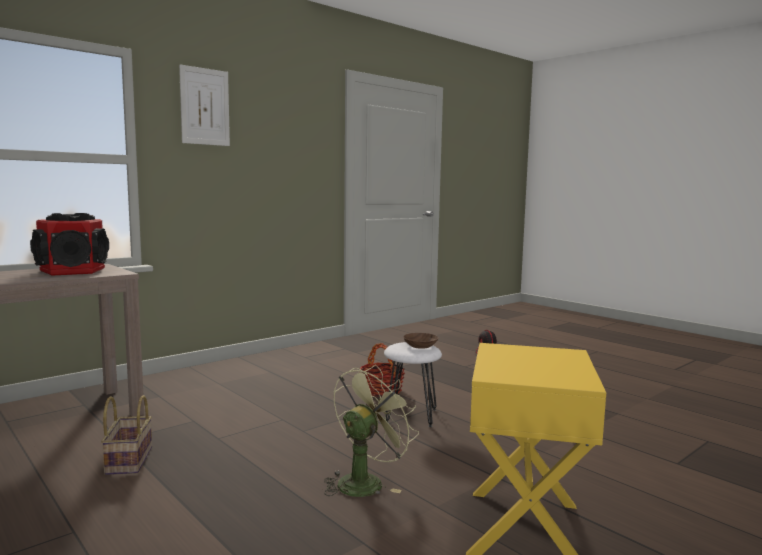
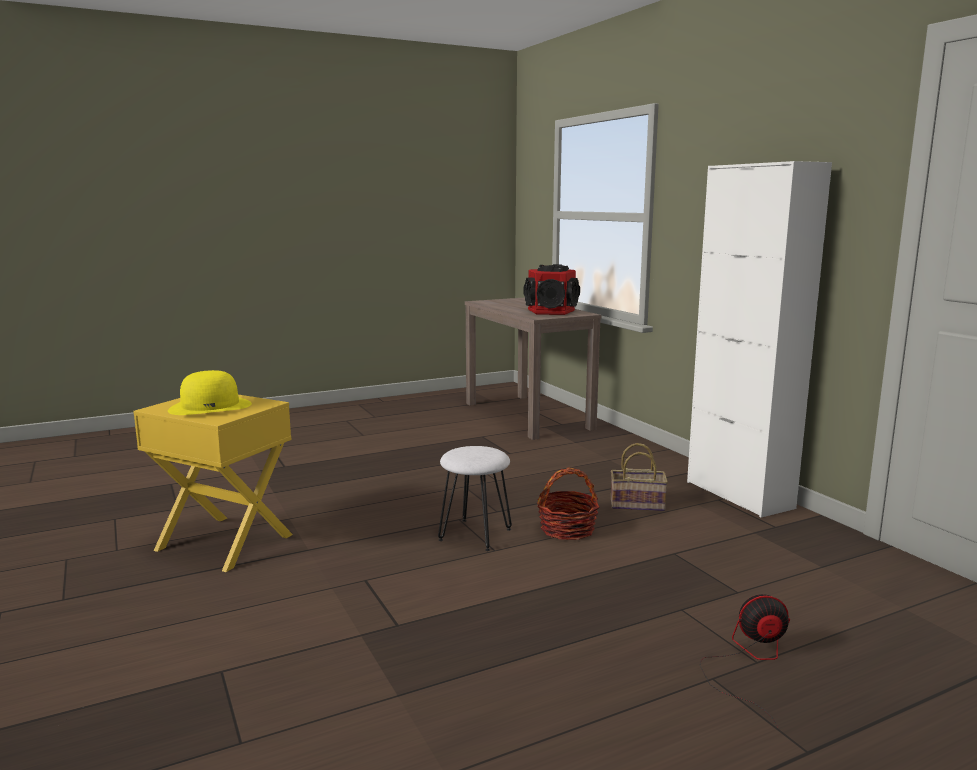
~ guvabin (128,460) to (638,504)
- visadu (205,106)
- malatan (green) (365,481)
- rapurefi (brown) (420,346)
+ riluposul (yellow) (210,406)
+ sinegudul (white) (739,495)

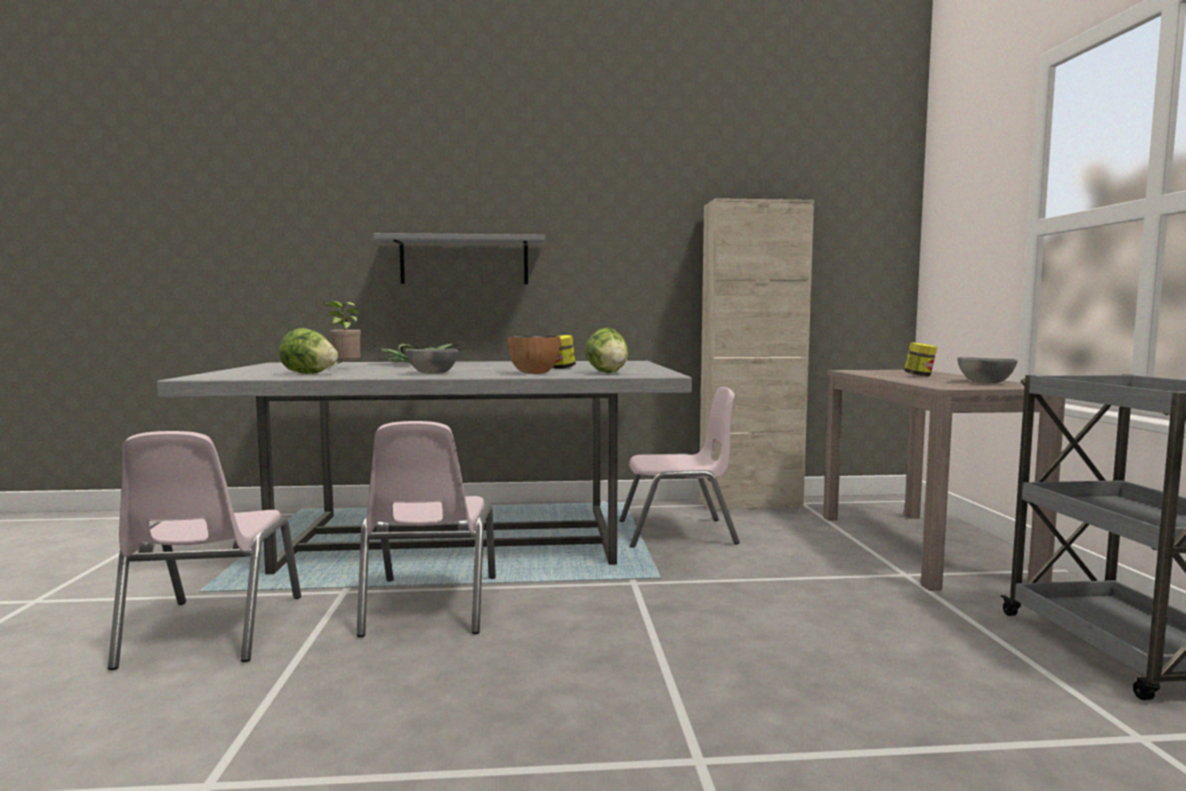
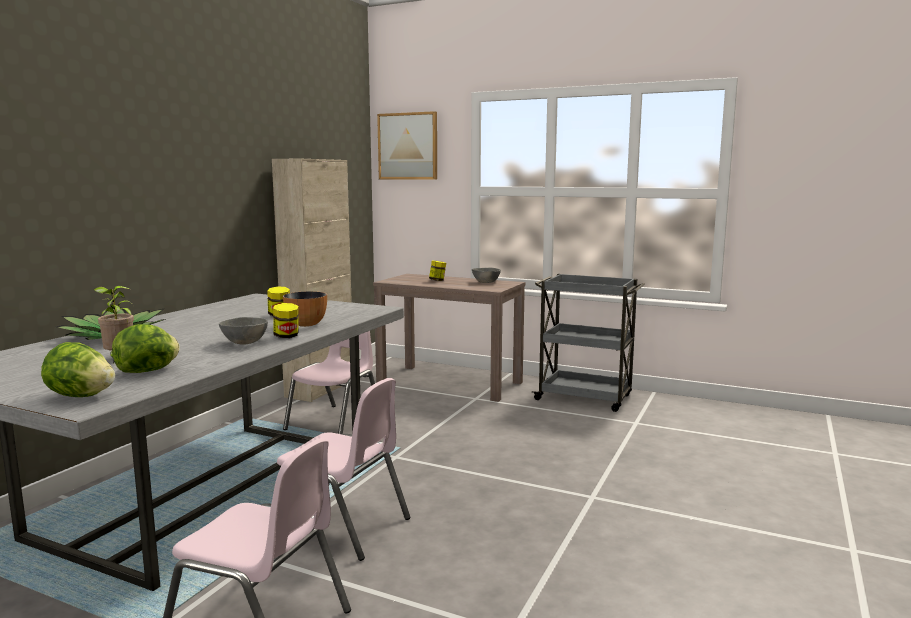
- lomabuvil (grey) (464,261)
~ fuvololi (608,373) to (81,396)
+ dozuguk (286,336)
+ visadu (408,146)

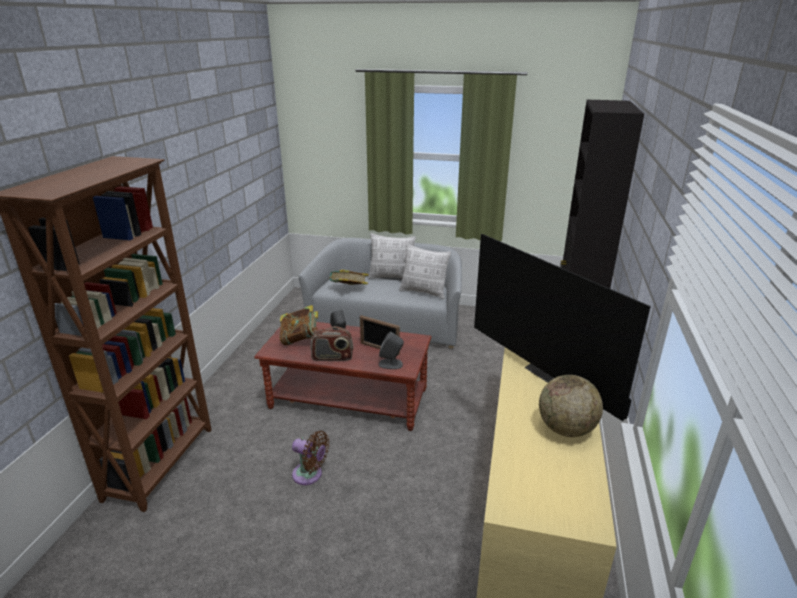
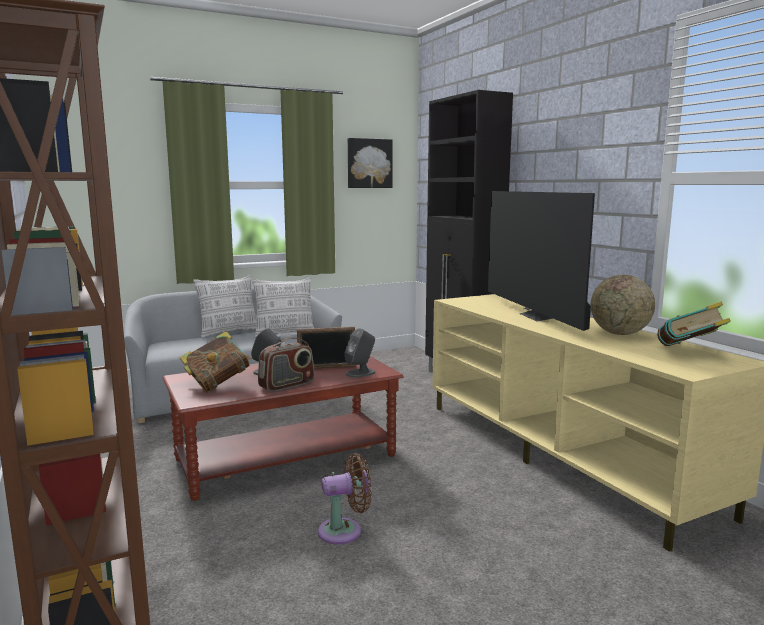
~ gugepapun (348,290) to (689,352)
~ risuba (546,372) = (539,317) 60 degrees clockwise
+ visadu (369,163)

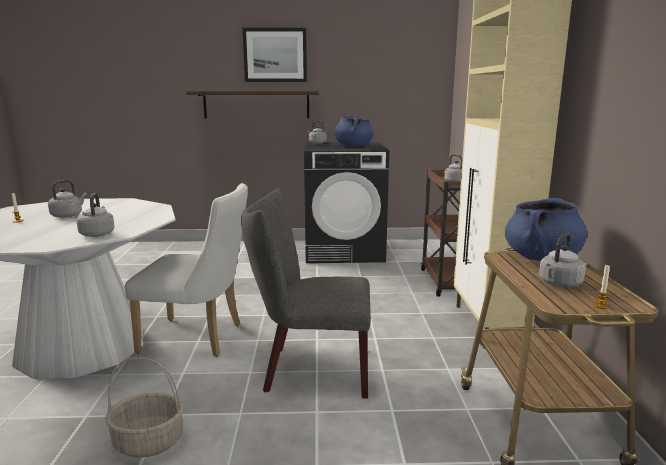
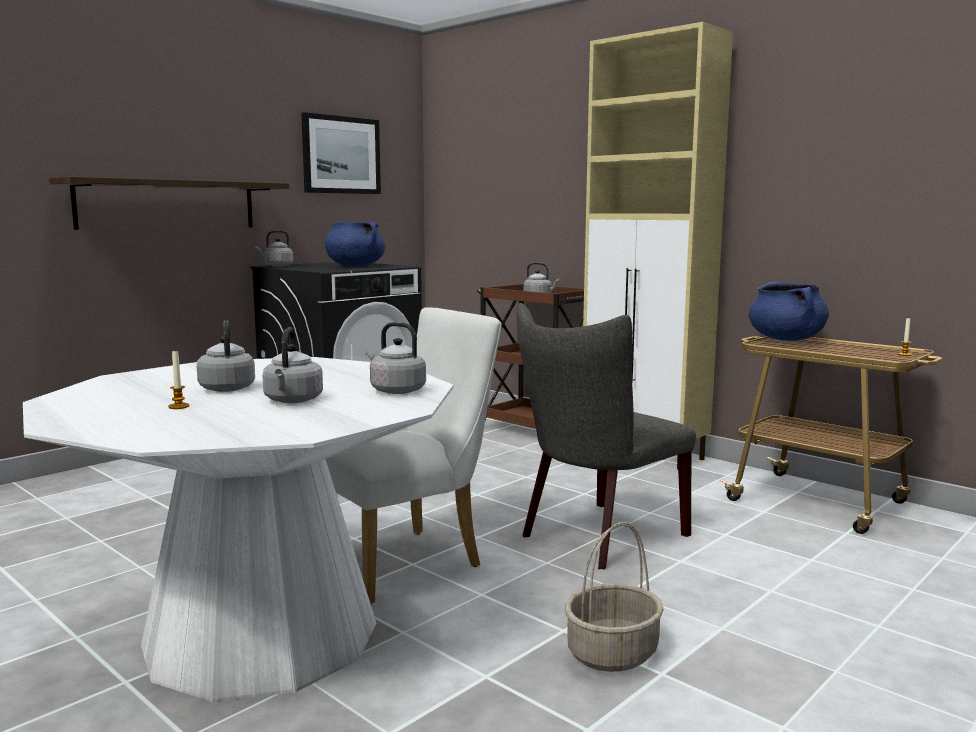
~ visadu (275,55) to (341,155)
~ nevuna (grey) (559,284) to (293,401)

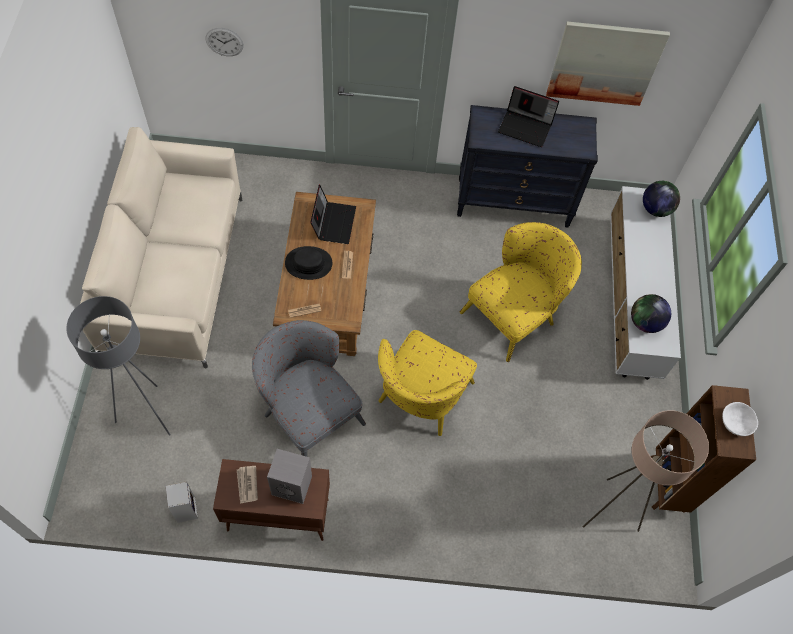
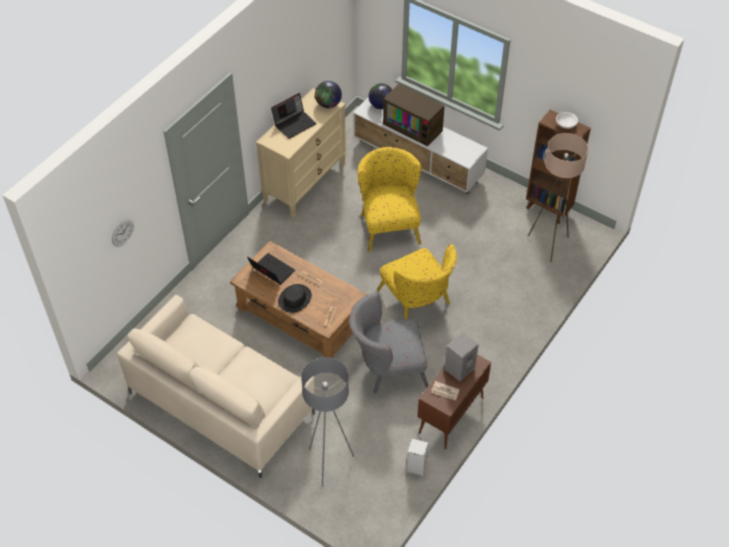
~ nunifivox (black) (514,202) to nunifivox (beige) (305,183)
- visadu (605,63)
~ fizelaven (645,322) to (328,104)
+ risuba (414,126)

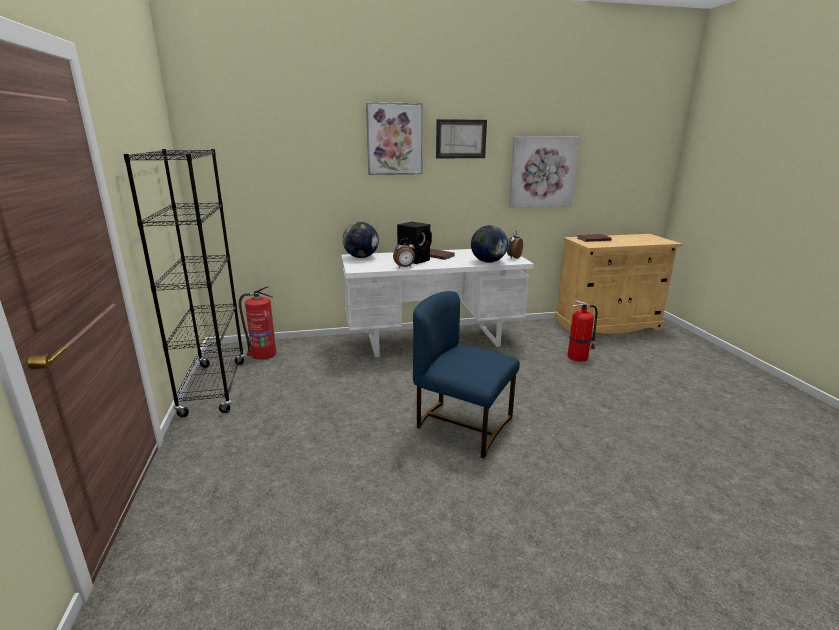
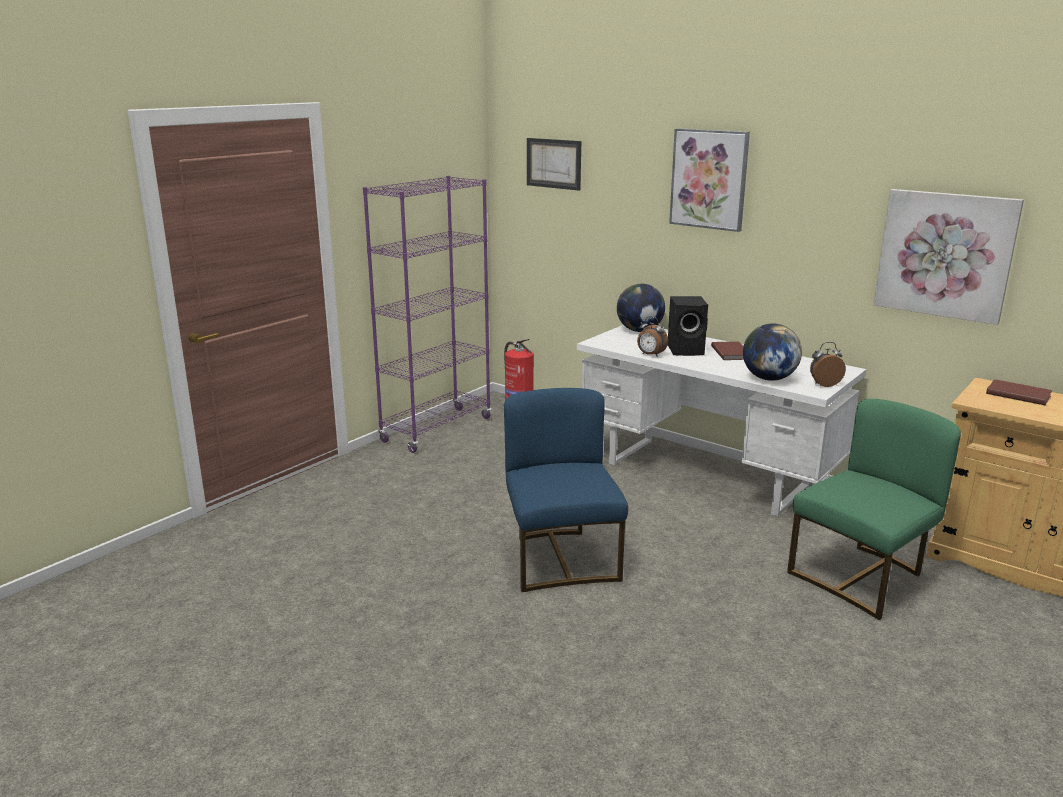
~ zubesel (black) (214,388) to zubesel (purple) (437,430)
~ visadu (461,139) to (553,163)
~ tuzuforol (578,357) to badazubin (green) (861,577)

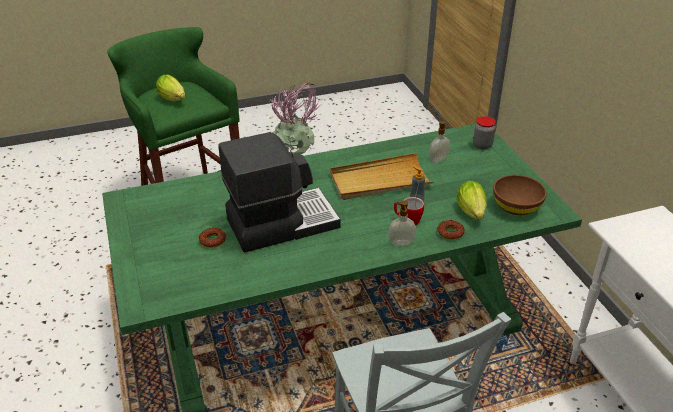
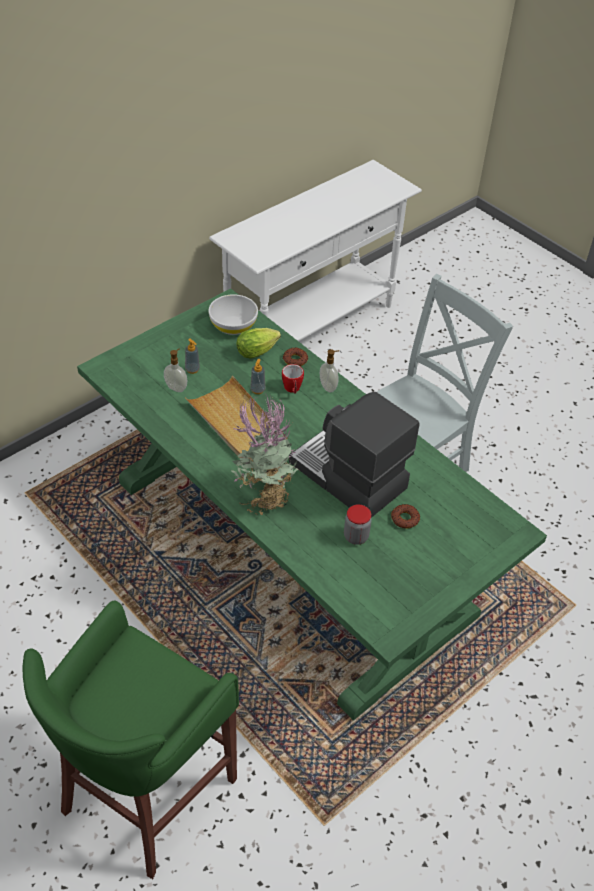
- fuvololi (174,100)
~ dozuguk (482,145) to (356,536)
~ rapurefi (brown) (516,207) to rapurefi (white) (233,325)
+ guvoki (192,369)

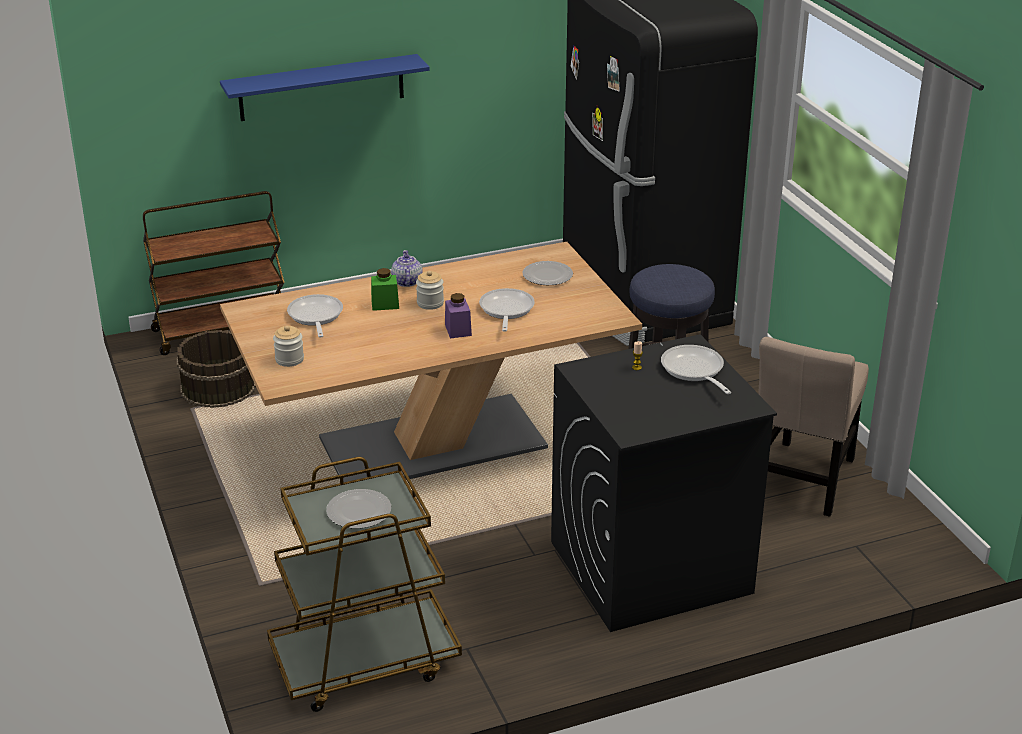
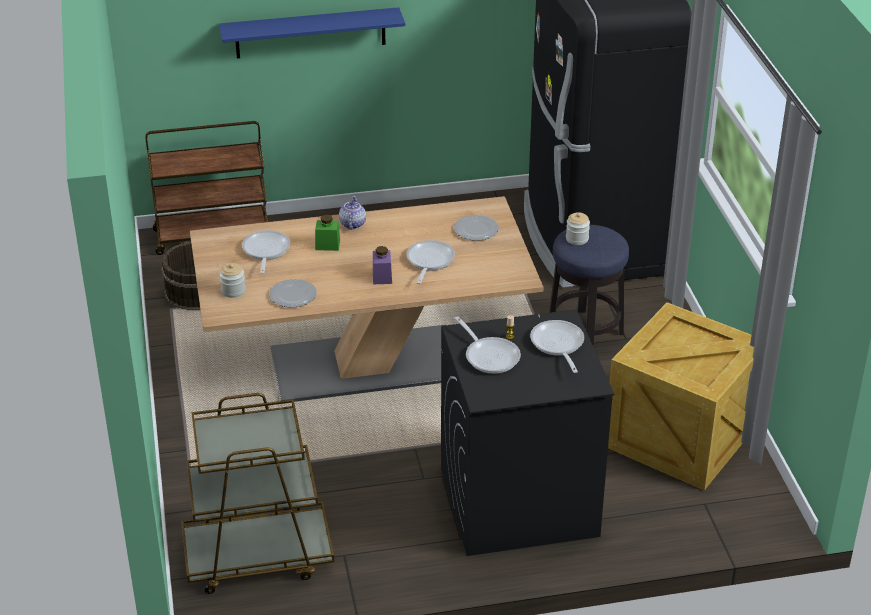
~ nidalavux (358,511) to (292,295)
~ dozuguk (430,303) to (577,239)
~ badazubin (beige) (802,481) to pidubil (677,437)
+ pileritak (490,356)

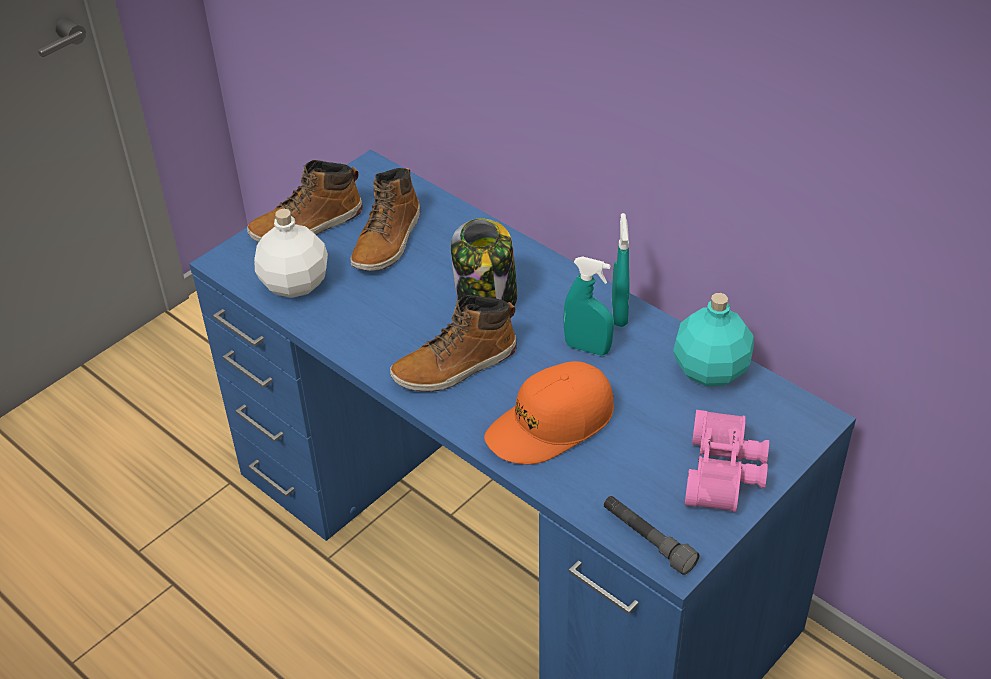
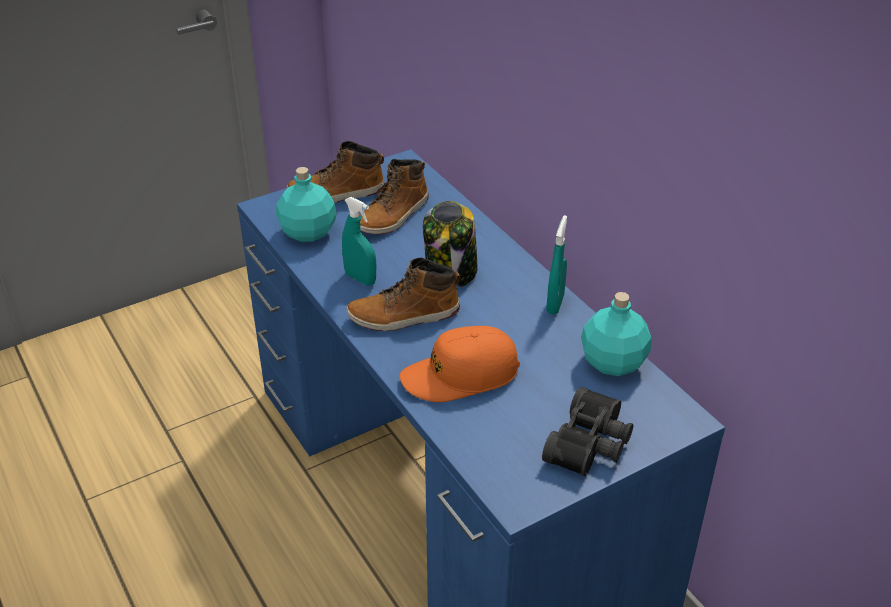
~ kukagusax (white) (294,283) to kukagusax (turquoise) (308,232)
~ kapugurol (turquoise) (587,348) to (360,279)
- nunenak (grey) (647,540)
~ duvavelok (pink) (726,472) to duvavelok (black) (591,444)

